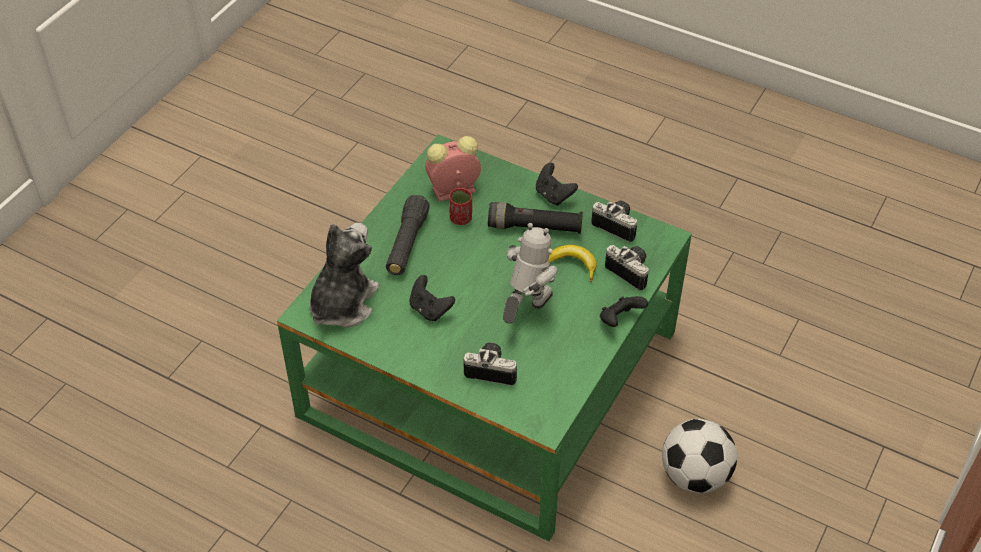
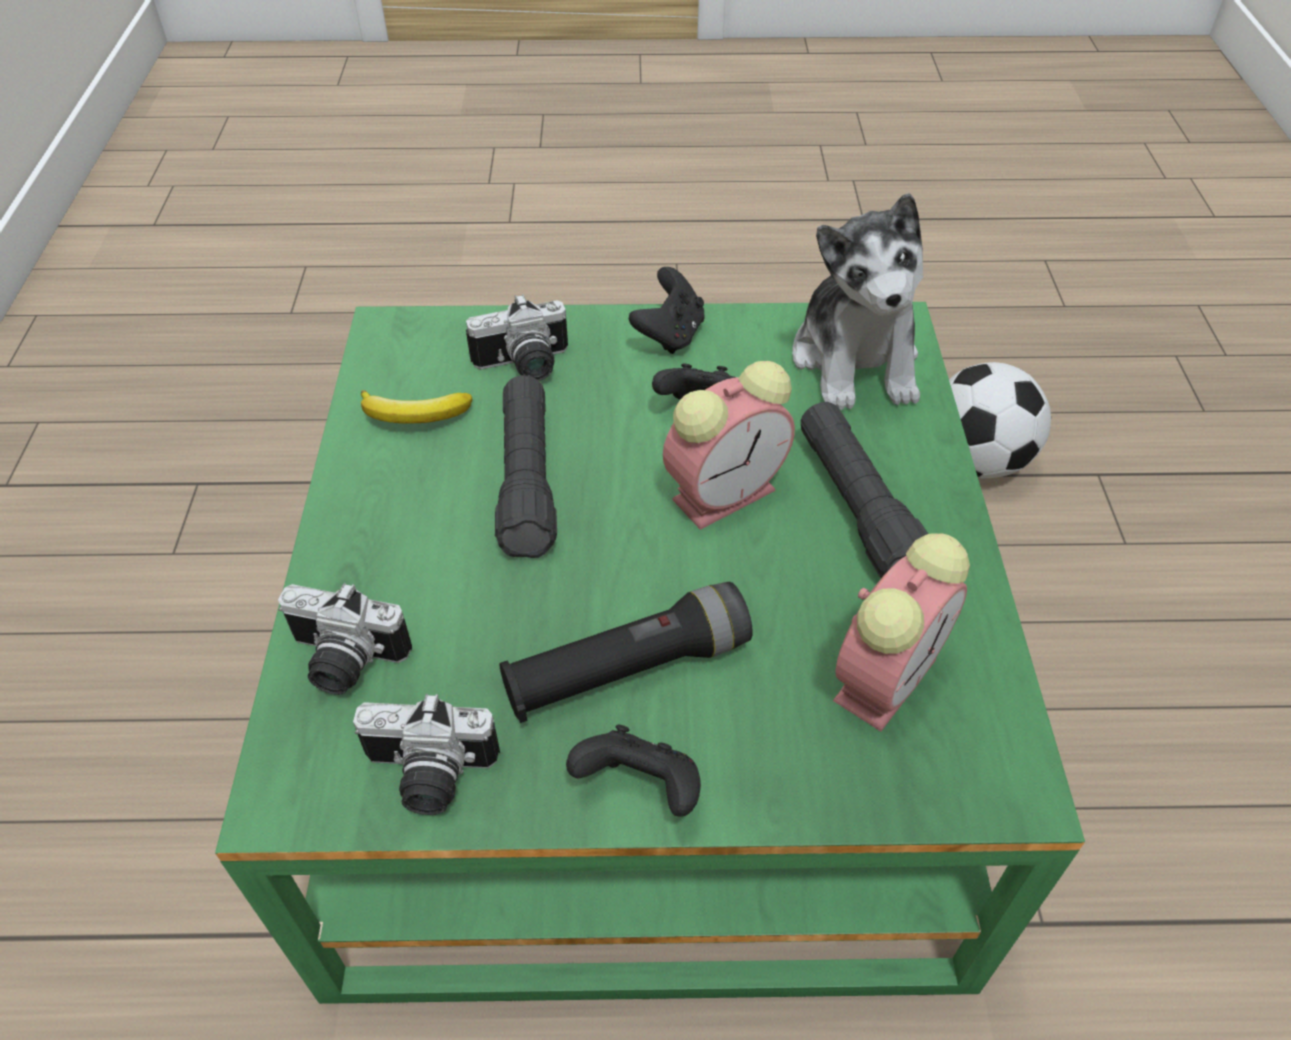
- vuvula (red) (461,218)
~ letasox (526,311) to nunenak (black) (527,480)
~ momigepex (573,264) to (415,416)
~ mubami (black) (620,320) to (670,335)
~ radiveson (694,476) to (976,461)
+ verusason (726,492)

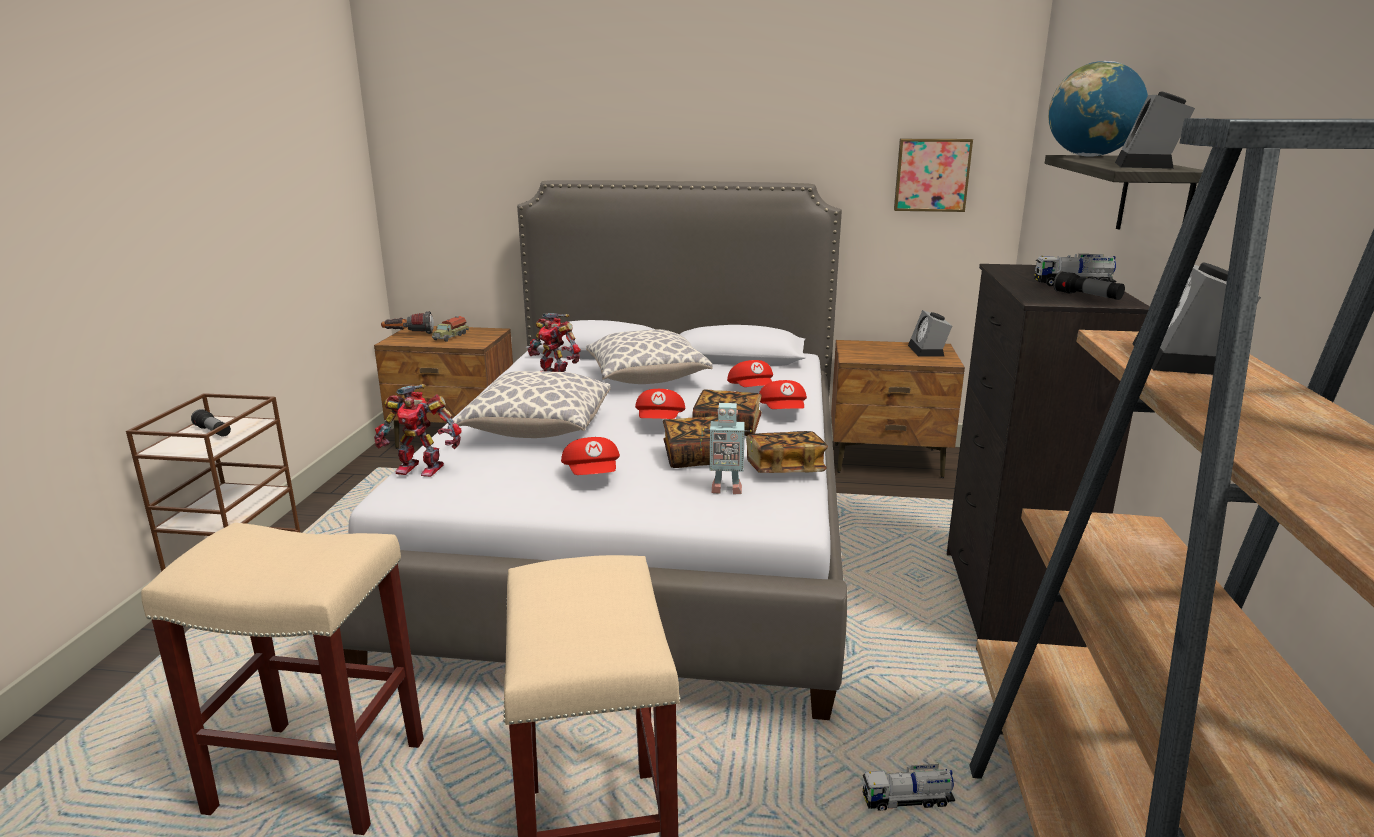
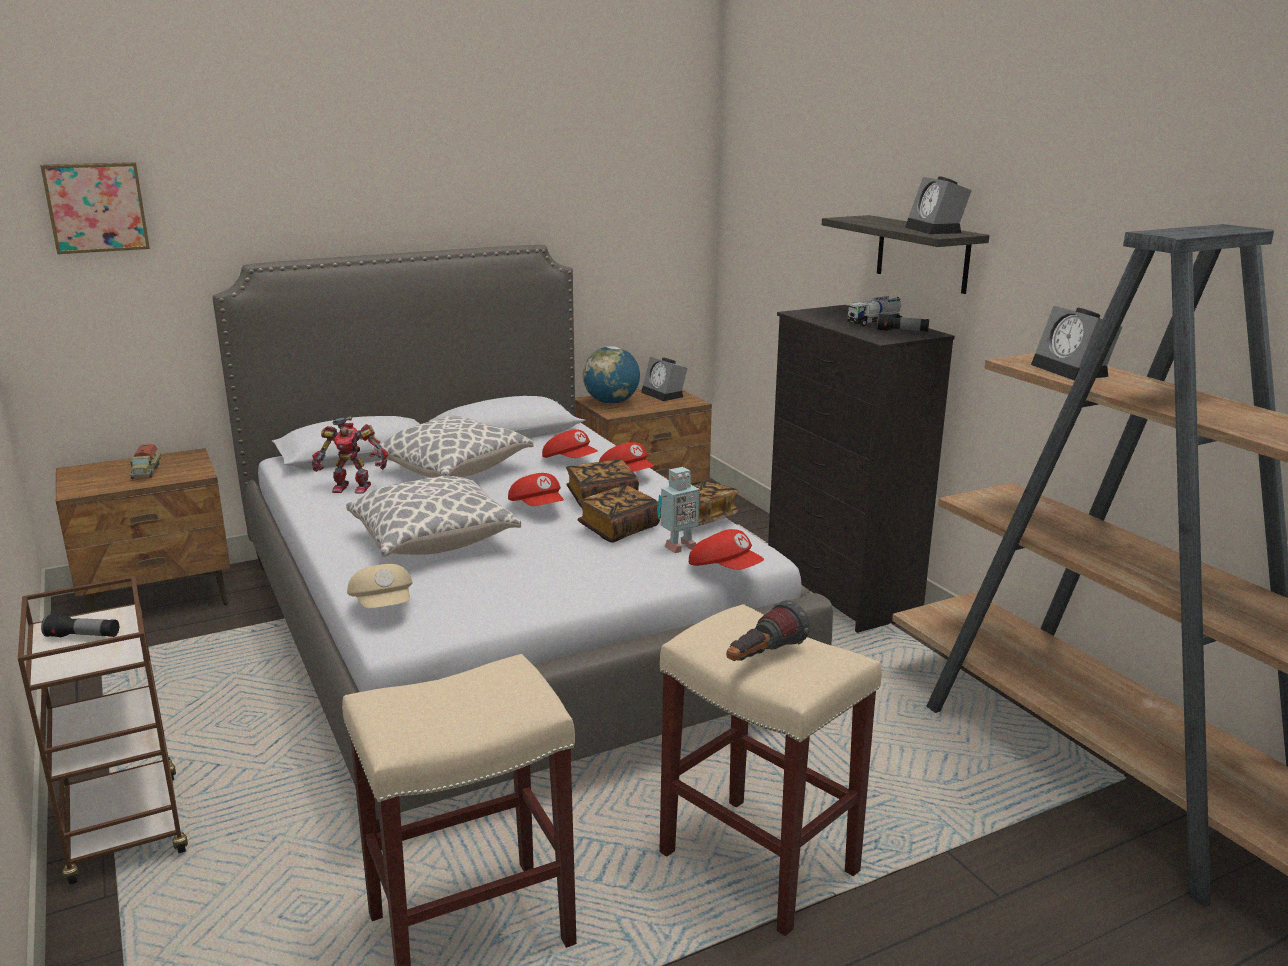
~ letasox (421,468) to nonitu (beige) (384,606)
~ nunenak (409,334) to (762,658)
~ nonitu (red) (593,475) to (725,569)
- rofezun (907,801)
~ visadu (931,175) to (96,207)
~ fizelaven (1089,156) to (611,402)

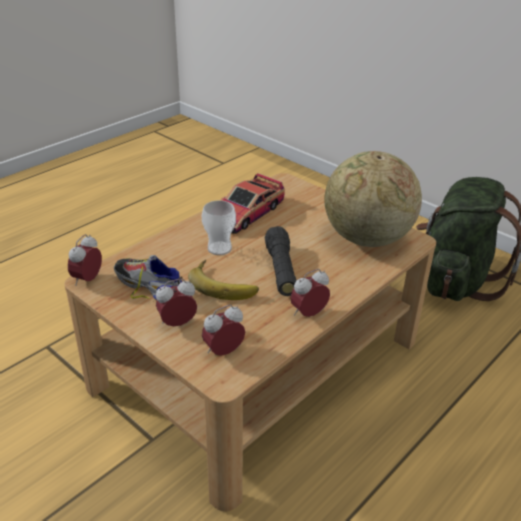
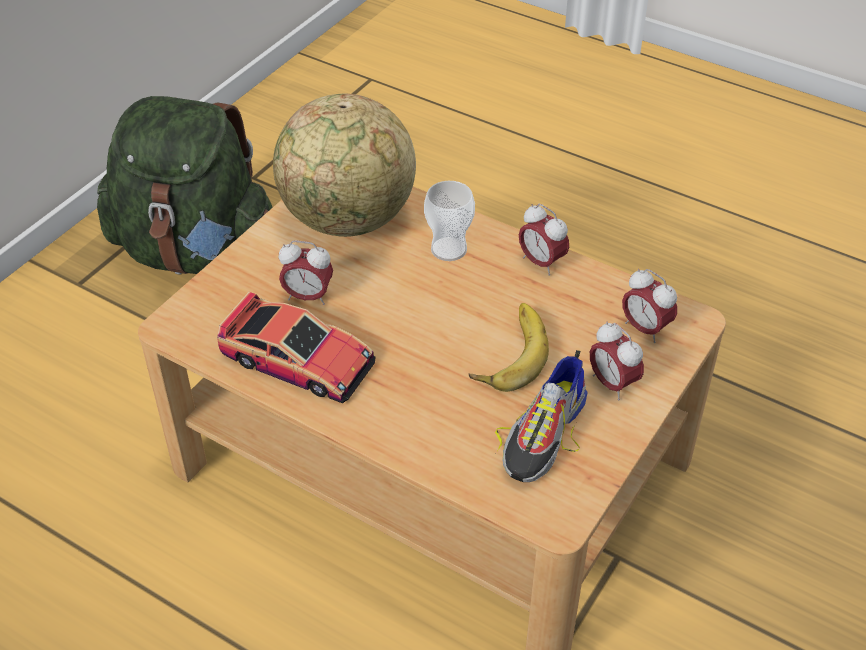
~ verusason (88,279) to (308,297)
~ vuvula (219,248) to (448,249)
- nunenak (black) (281,270)

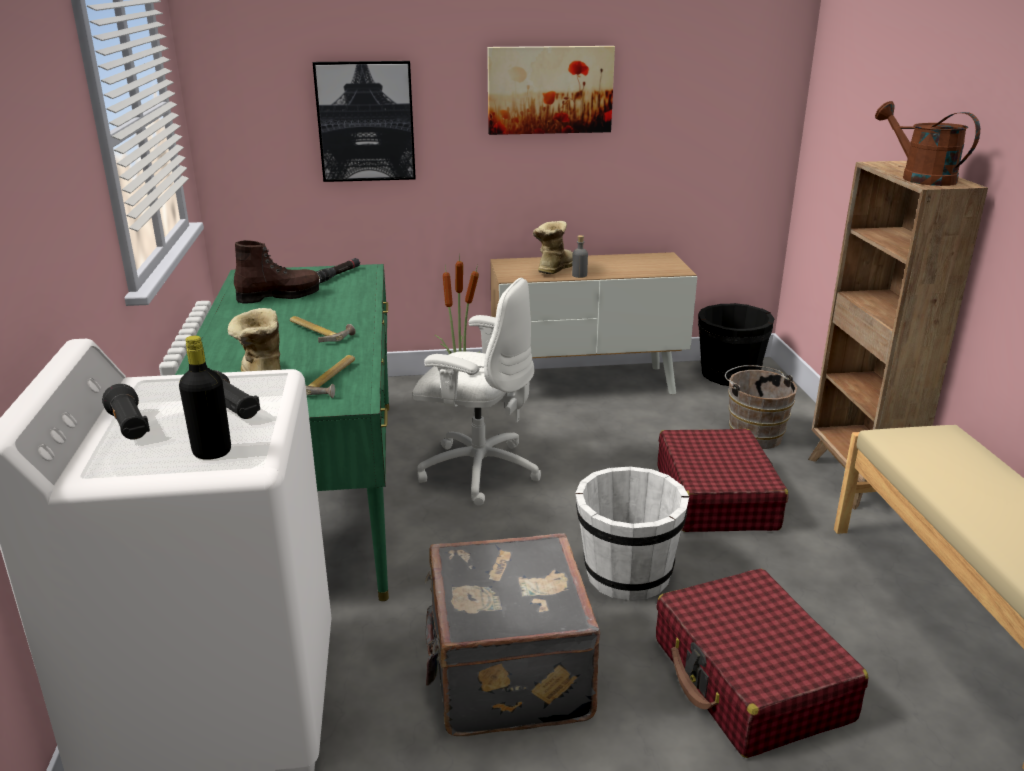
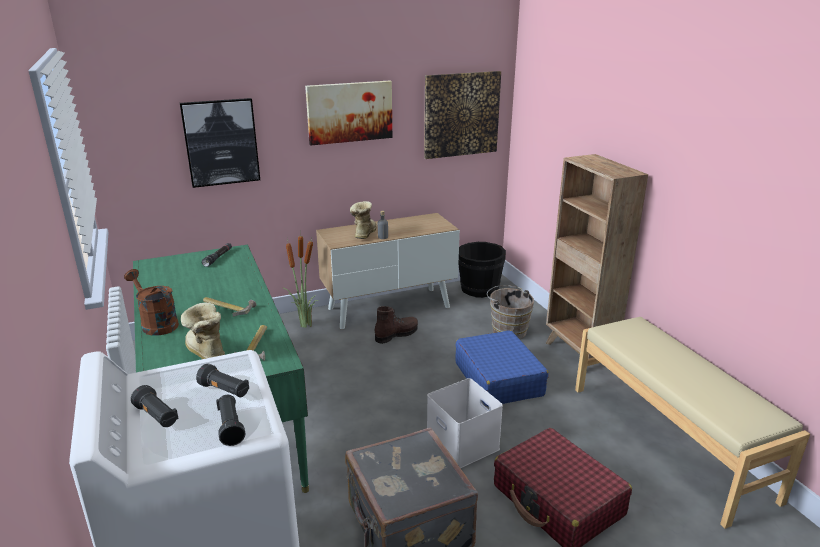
~ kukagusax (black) (212,452) to nunenak (black) (230,427)
~ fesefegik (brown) (279,296) to (396,334)
- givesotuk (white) (478,470)
~ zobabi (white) (626,575) to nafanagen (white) (460,443)
~ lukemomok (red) (716,497) to lukemomok (blue) (498,379)
~ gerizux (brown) (919,178) to (156,324)
+ visadu (461,114)

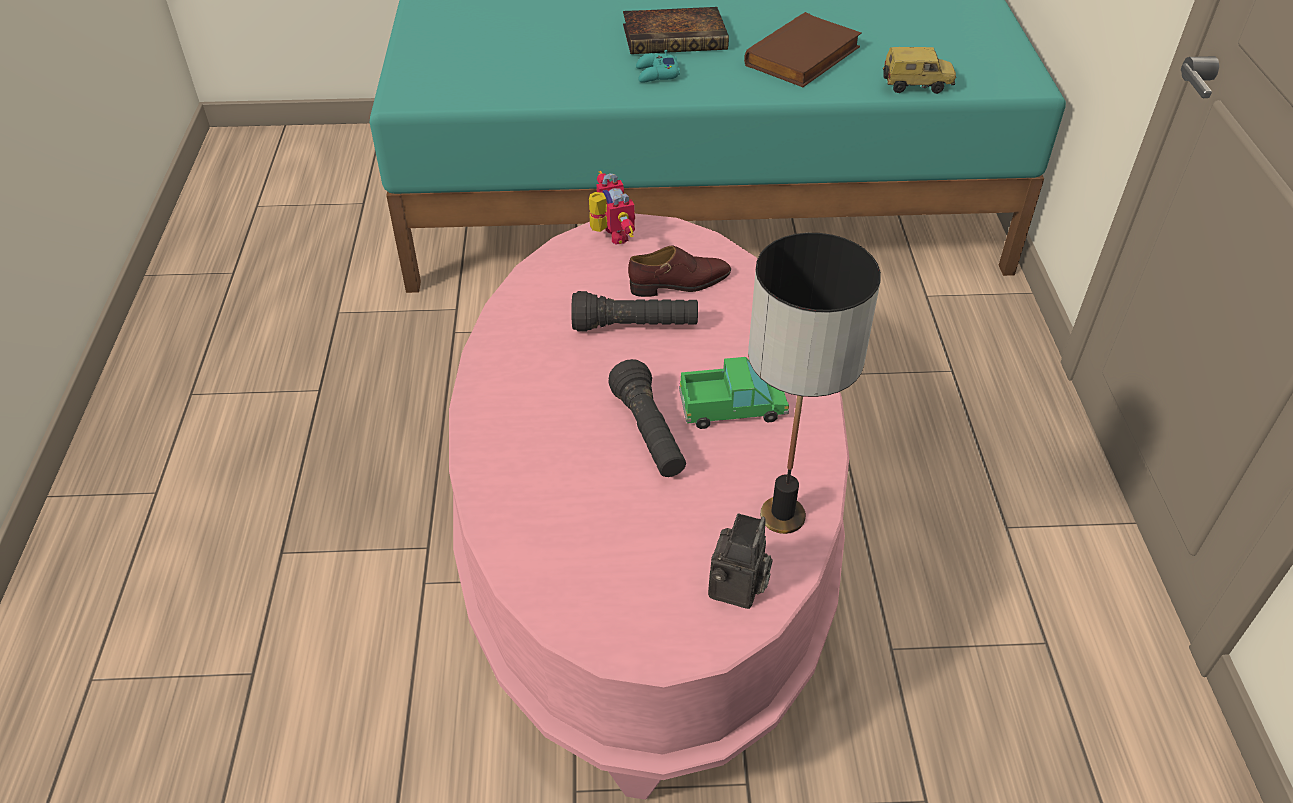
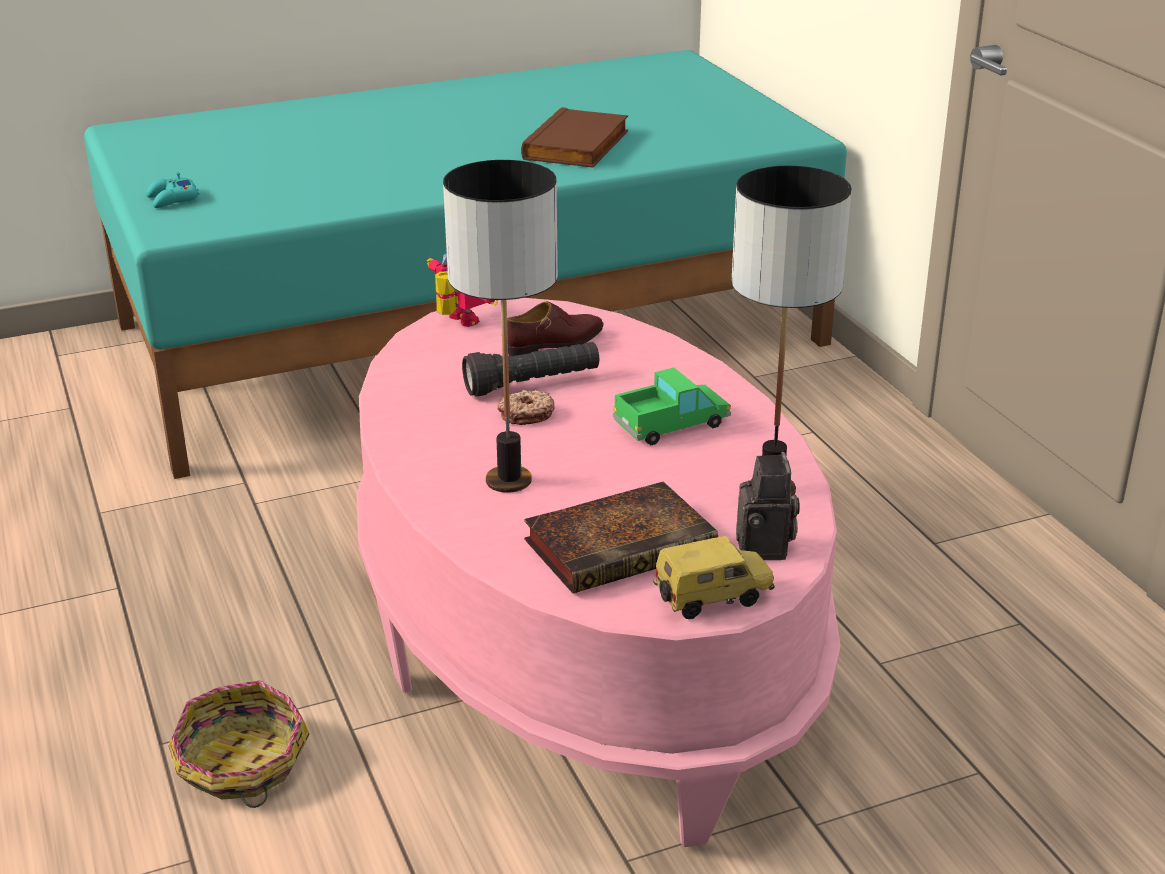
- nunenak (black) (649,433)
~ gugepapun (677,37) to (623,545)
~ mubami (turquoise) (656,74) to (172,199)
~ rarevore (916,85) to (712,598)
+ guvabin (241,765)
+ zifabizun (508,481)
+ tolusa (526,414)

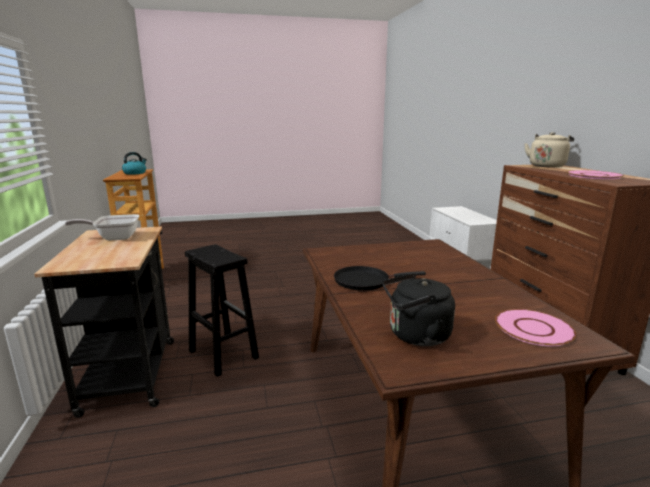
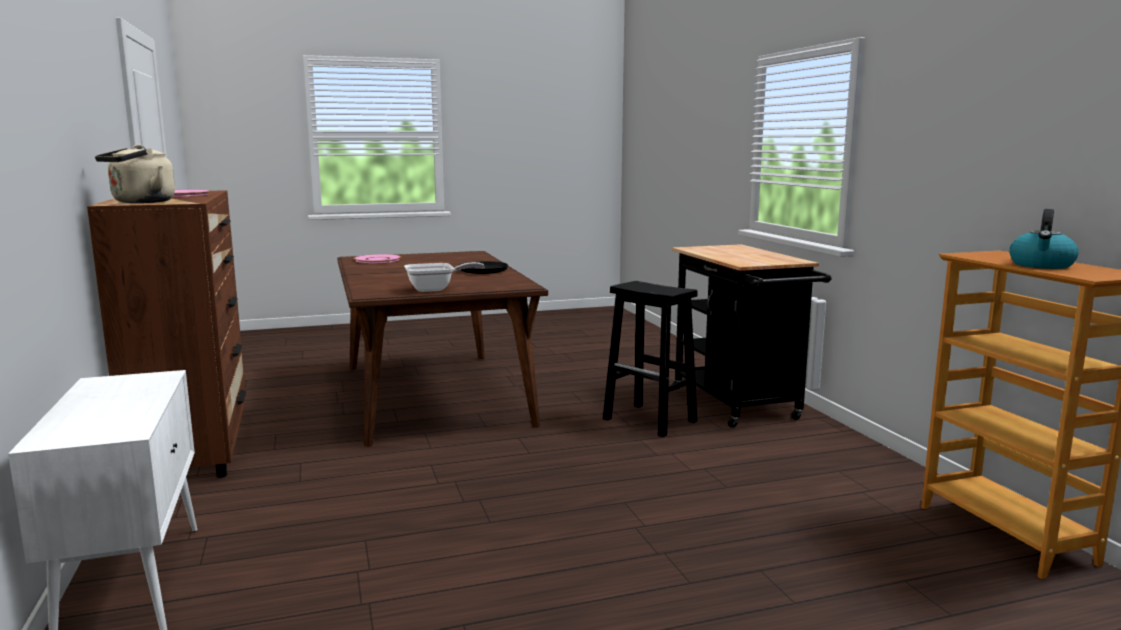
~ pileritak (114,238) to (436,289)
- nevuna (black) (415,335)

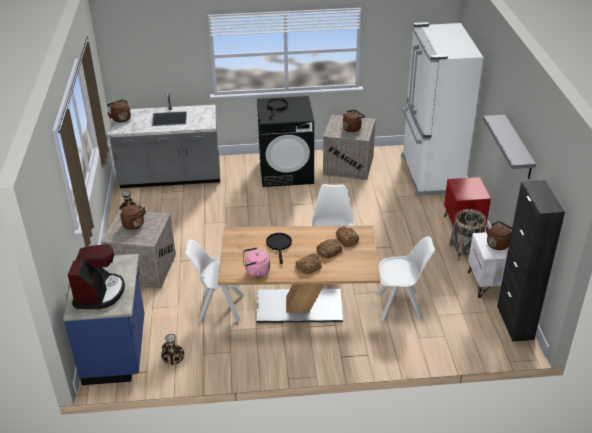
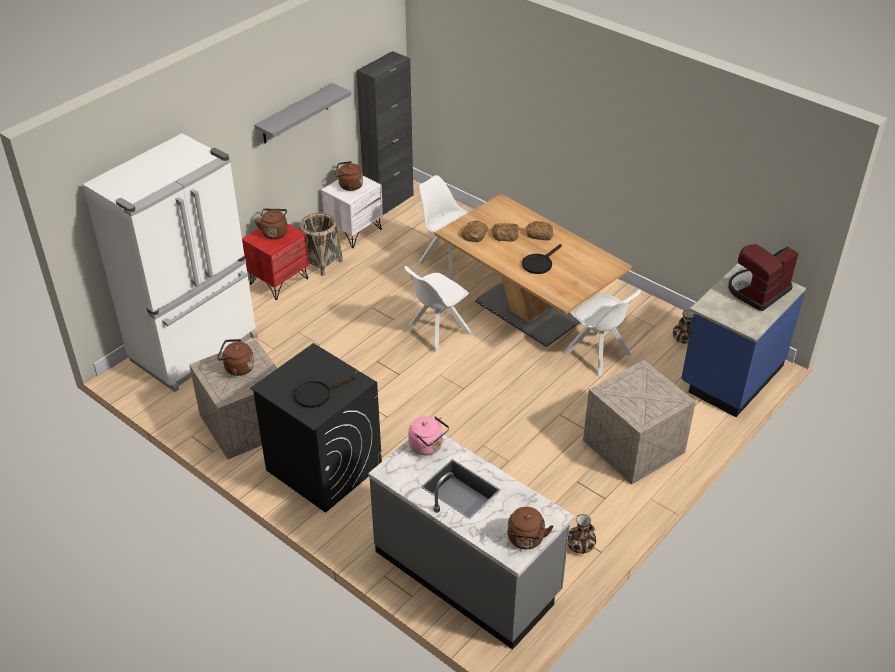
~ nevuna (brown) (134,225) to (274,232)
~ nevuna (pink) (256,272) to (428,446)

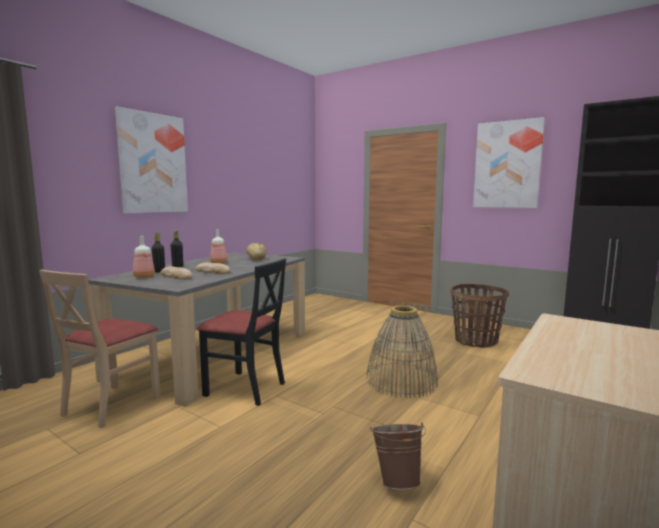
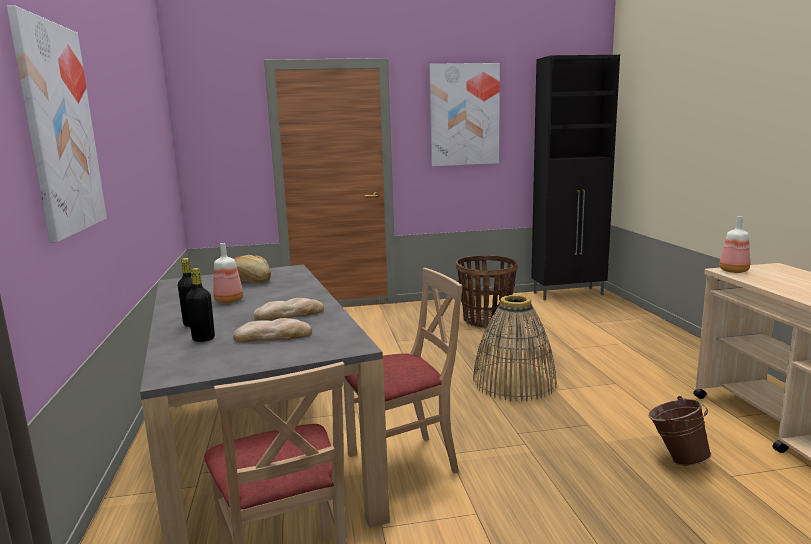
~ kukagusax (143,277) to (734,271)
~ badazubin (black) (245,388) to badazubin (beige) (402,464)

